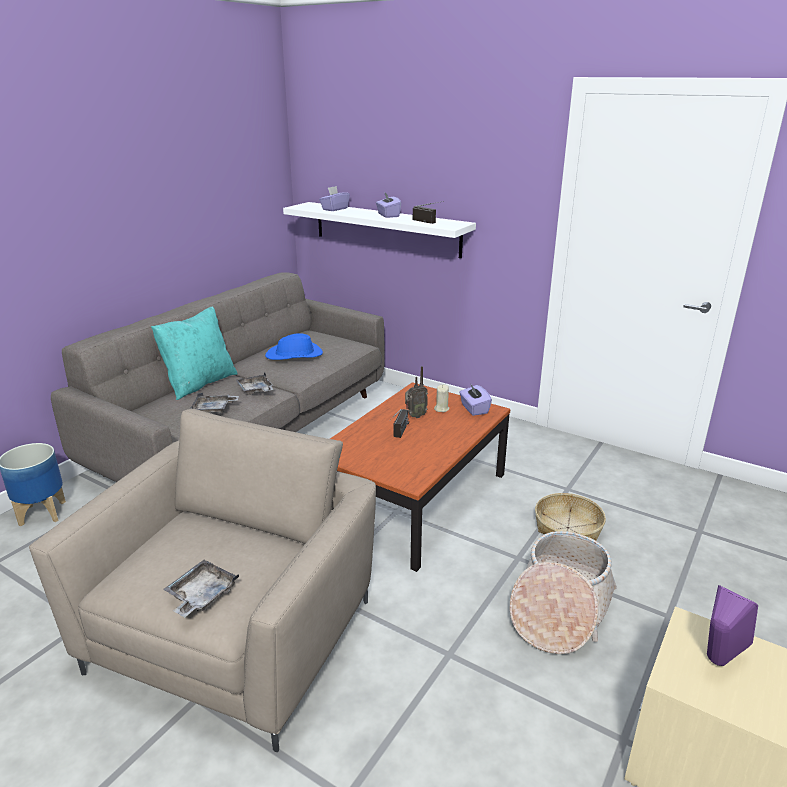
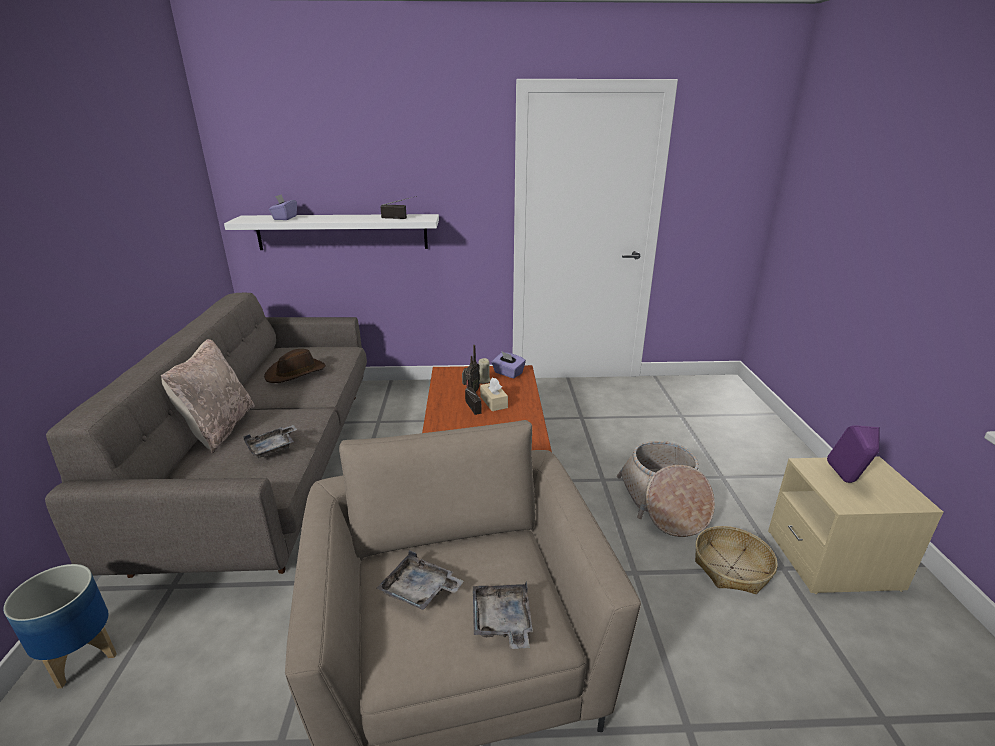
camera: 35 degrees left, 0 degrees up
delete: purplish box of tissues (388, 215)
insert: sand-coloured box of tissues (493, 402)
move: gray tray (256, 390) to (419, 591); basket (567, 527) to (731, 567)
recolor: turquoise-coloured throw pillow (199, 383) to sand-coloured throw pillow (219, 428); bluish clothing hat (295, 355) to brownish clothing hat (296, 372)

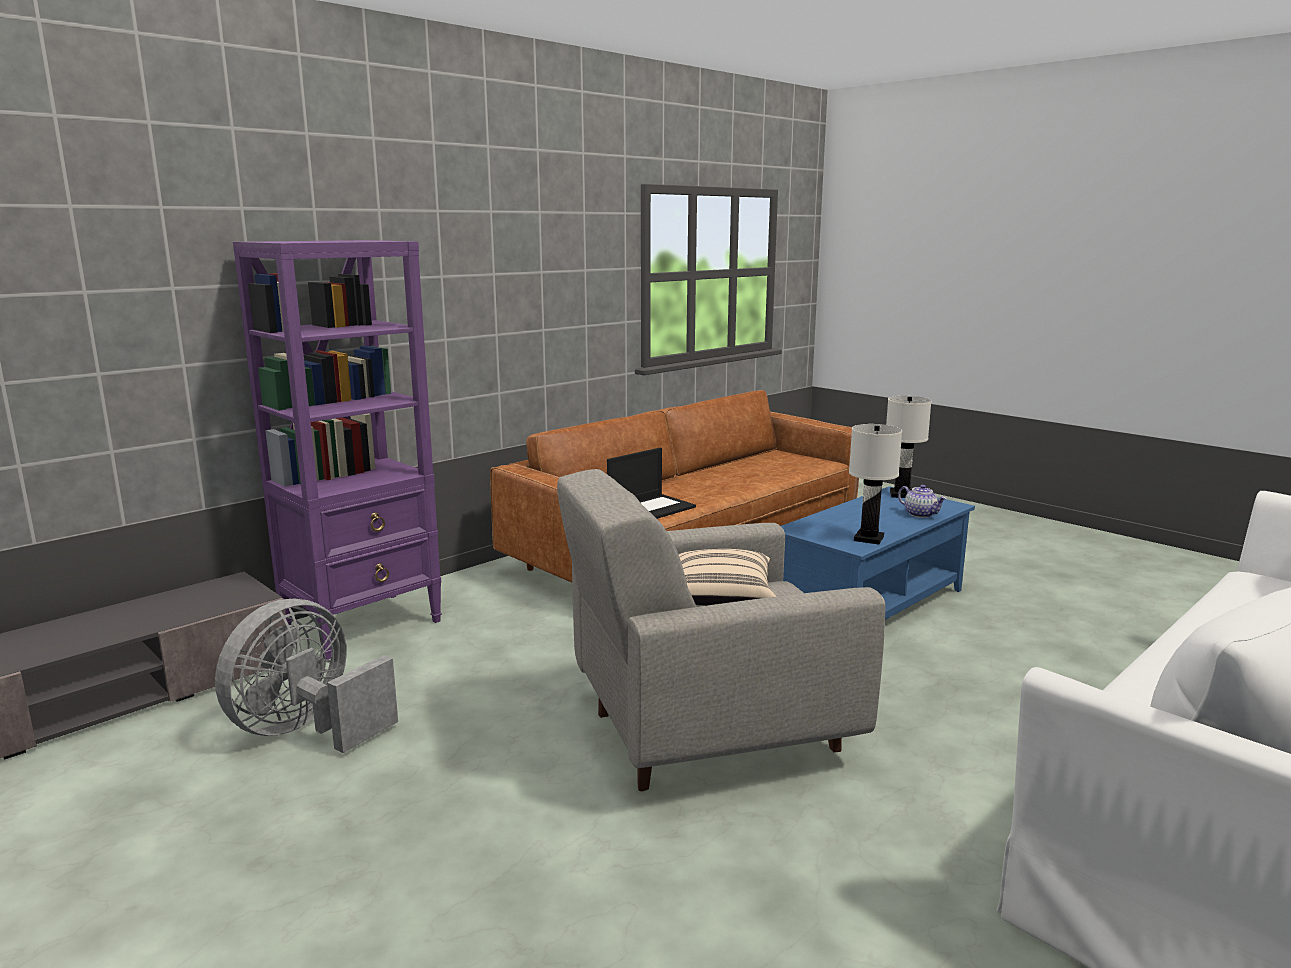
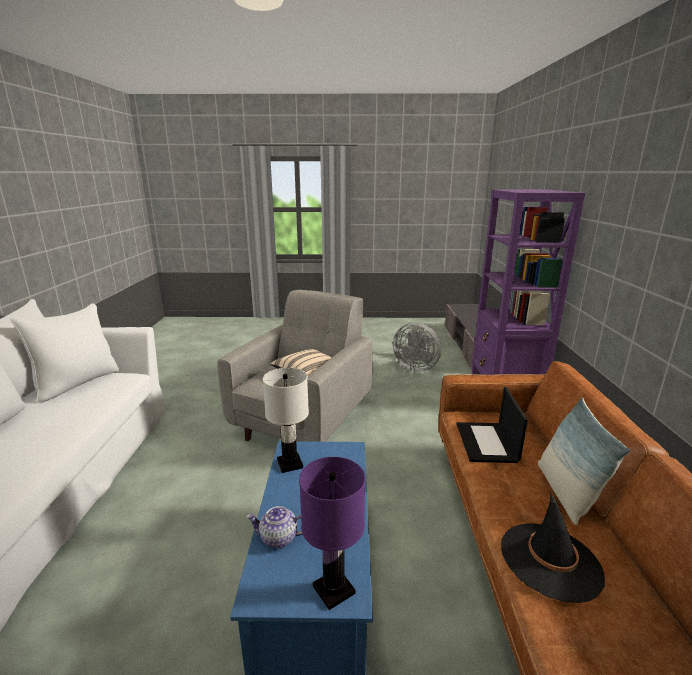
camera: 135 degrees right, 5 degrees up
insert: black clothing hat (550, 560); throw pillow (566, 493)
recolor: white tabletop lamp (901, 494) to purplish tabletop lamp (334, 590)
rotate: gray electric fan (307, 730) = (416, 367) 135 degrees clockwise

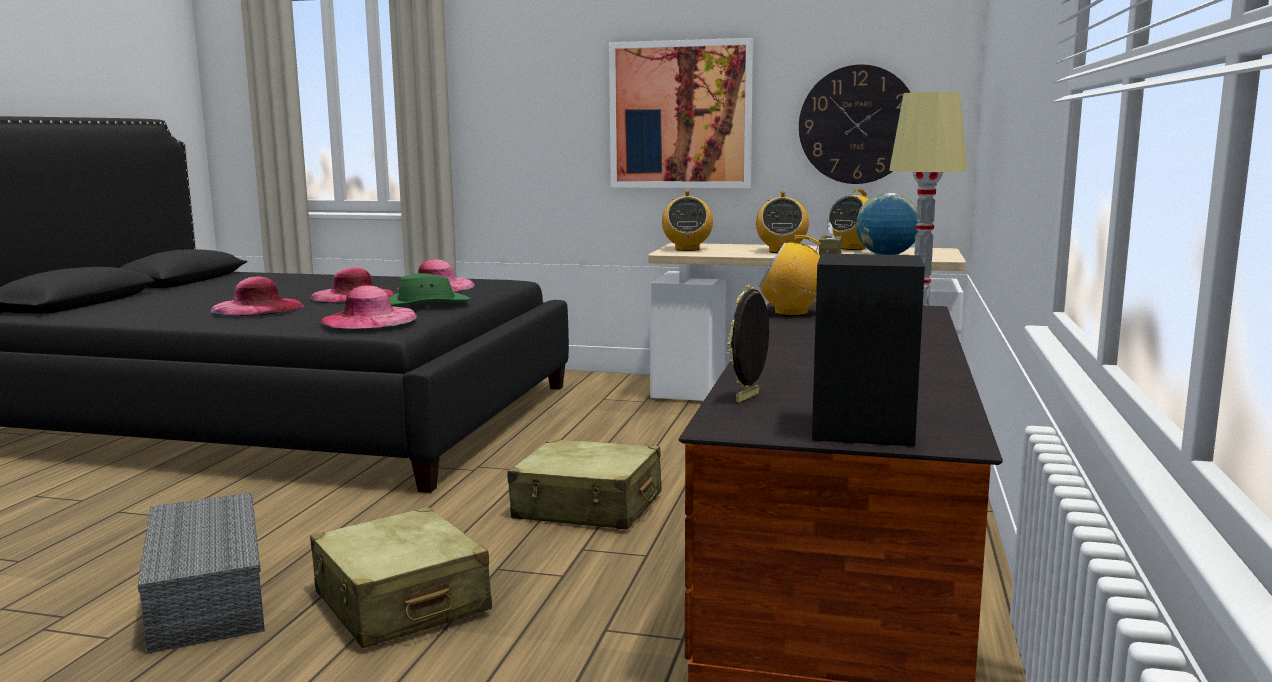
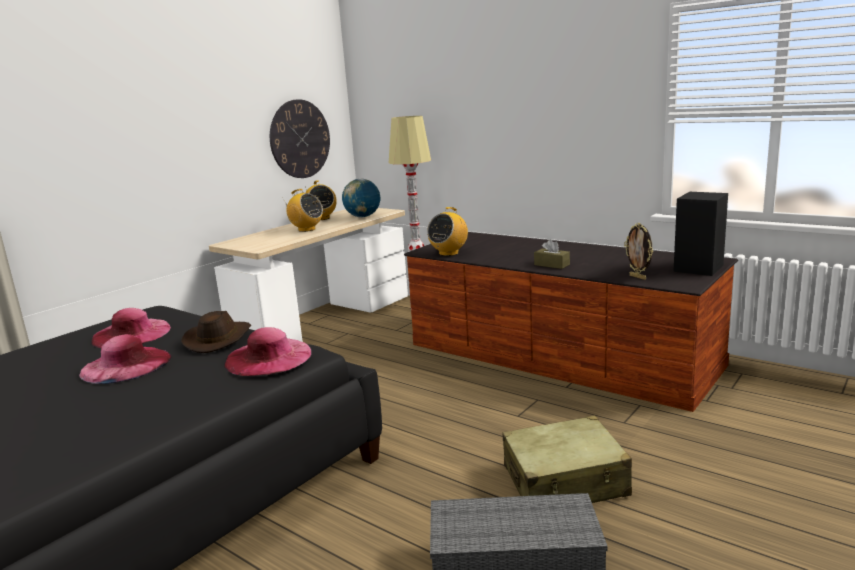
camera: 65 degrees left, 5 degrees up
delete: pink-coloured clothing hat (257, 308); sand-coloured piece of luggage (588, 507); wall picture (680, 115); radio (687, 249)
move: brownish box of tissues (830, 254) to (551, 265)
recolor: green clothing hat (426, 304) to brownish clothing hat (218, 339)

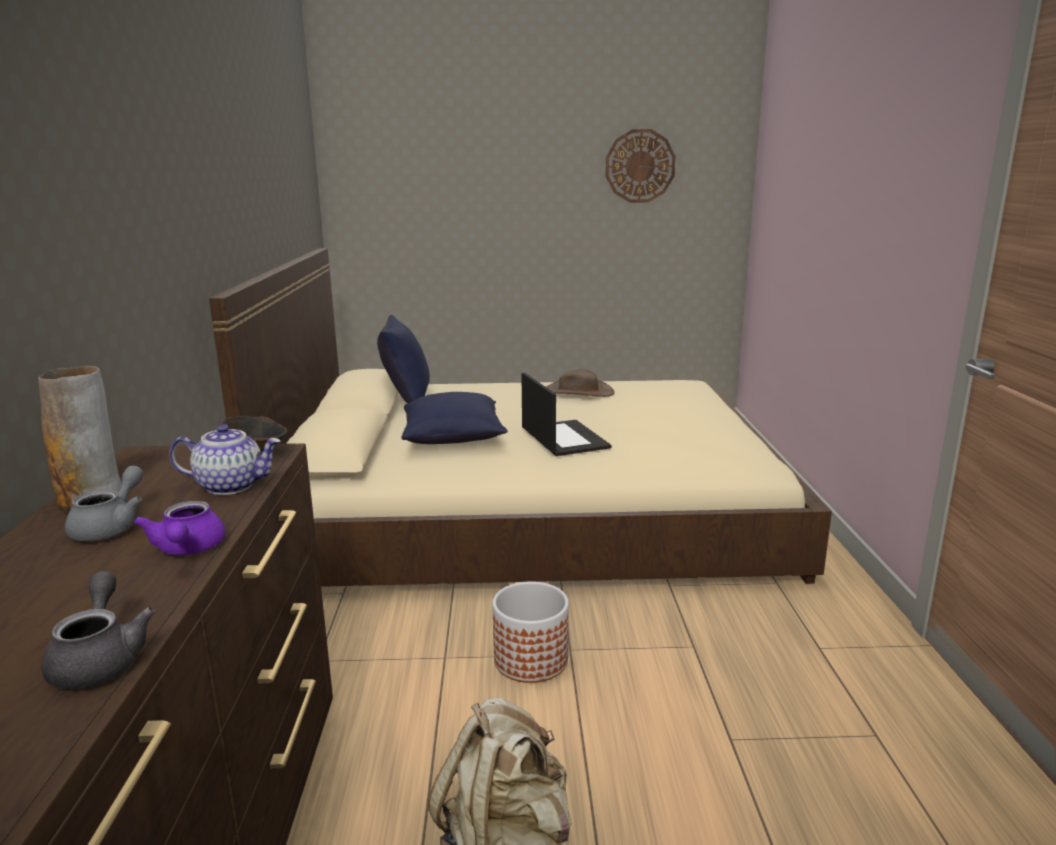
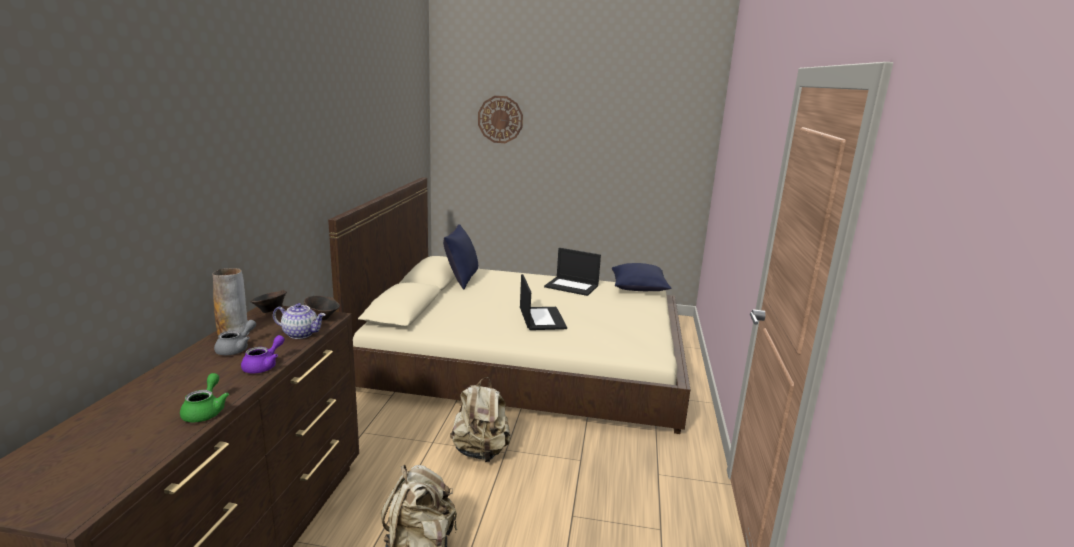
camera: 10 degrees right, 0 degrees up
insert: brownish serving bowl (270, 311)
move: bluish throw pillow (453, 439) to (639, 289); hanging clock (640, 166) to (500, 119)
replace: flower pot (531, 660) to sand-coloured rucksack (481, 452); brownish clothing hat (578, 392) to portable computer (572, 286)
recolor: gray teapot (101, 658) to green teapot (206, 411)
rotate: purplish teapot (188, 550) = (264, 366) 150 degrees counterclockwise

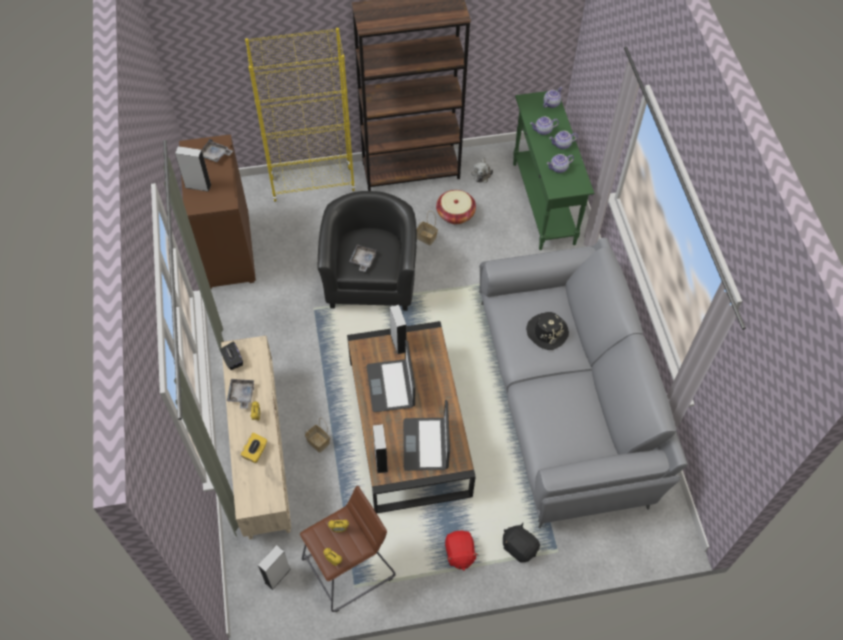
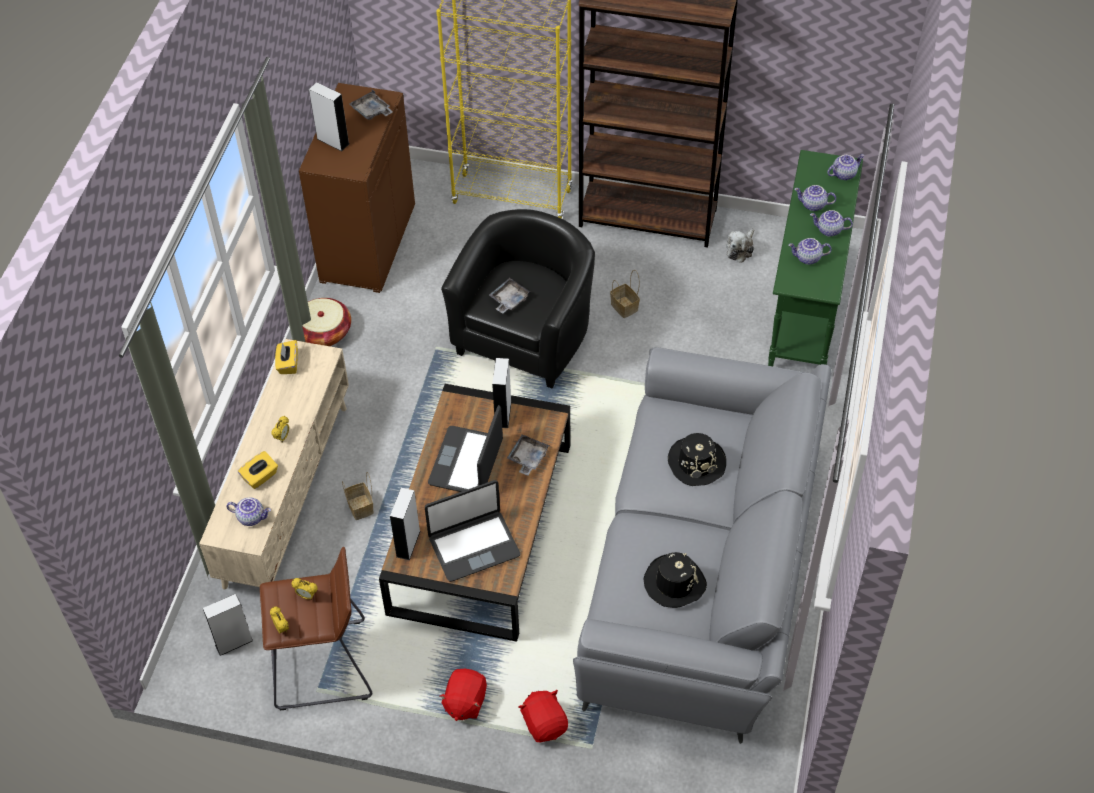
camera: 25 degrees right, 5 degrees down
insert: teapot (251, 517); black clothing hat (674, 582)
move: gray tray (241, 395) to (527, 458); basket (455, 214) to (324, 332)
recolor: black box of tissues (233, 360) to yellow box of tissues (288, 364); black soft toy (519, 547) to red-coloured soft toy (545, 723)
rotate: portable computer (426, 444) = (473, 546) 135 degrees counterclockwise

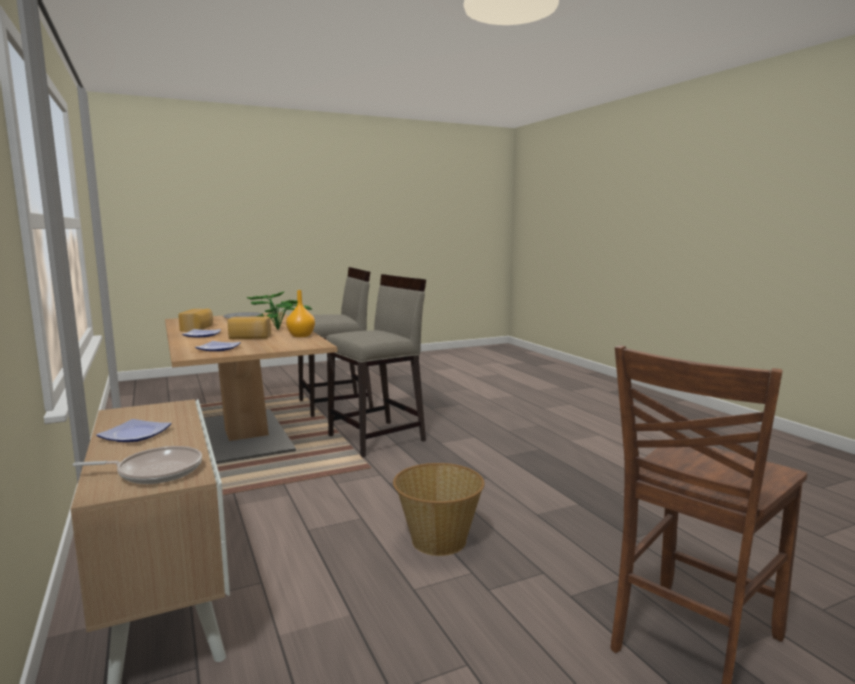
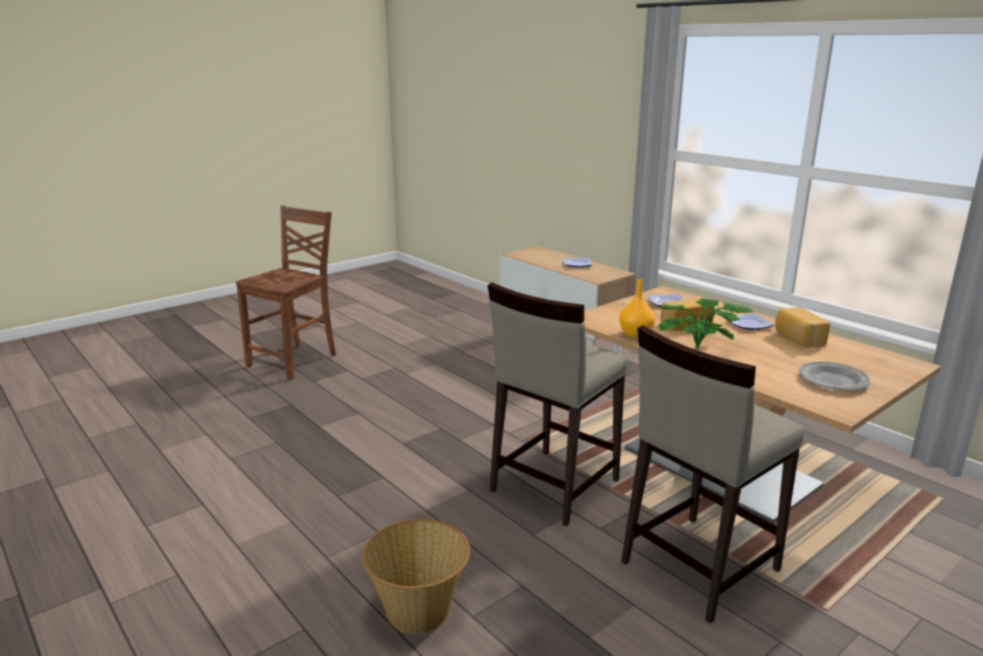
camera: 165 degrees right, 10 degrees up
delete: frying pan (155, 471)
move: basket (438, 540) to (419, 611)

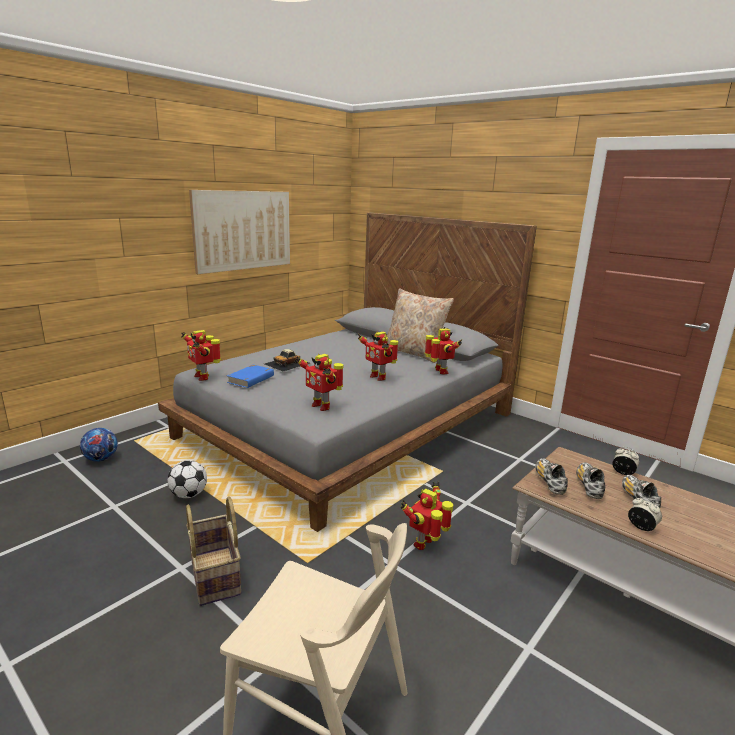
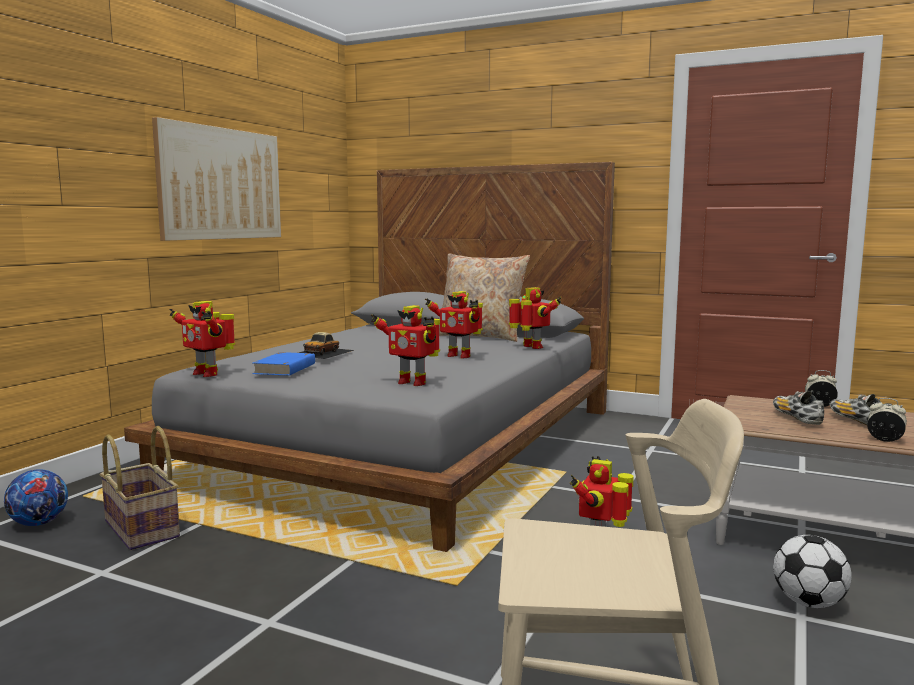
camera: 15 degrees left, 10 degrees down
delete: shoe (549, 482)
move: football ball (189, 495) to (808, 603); basket (216, 575) to (143, 529)

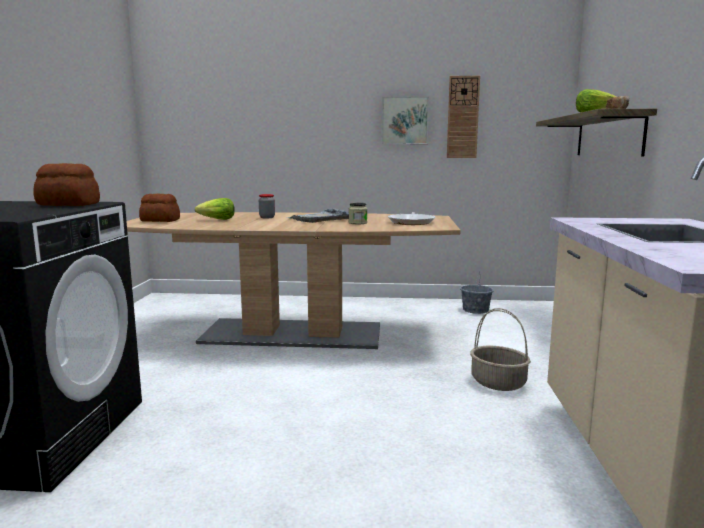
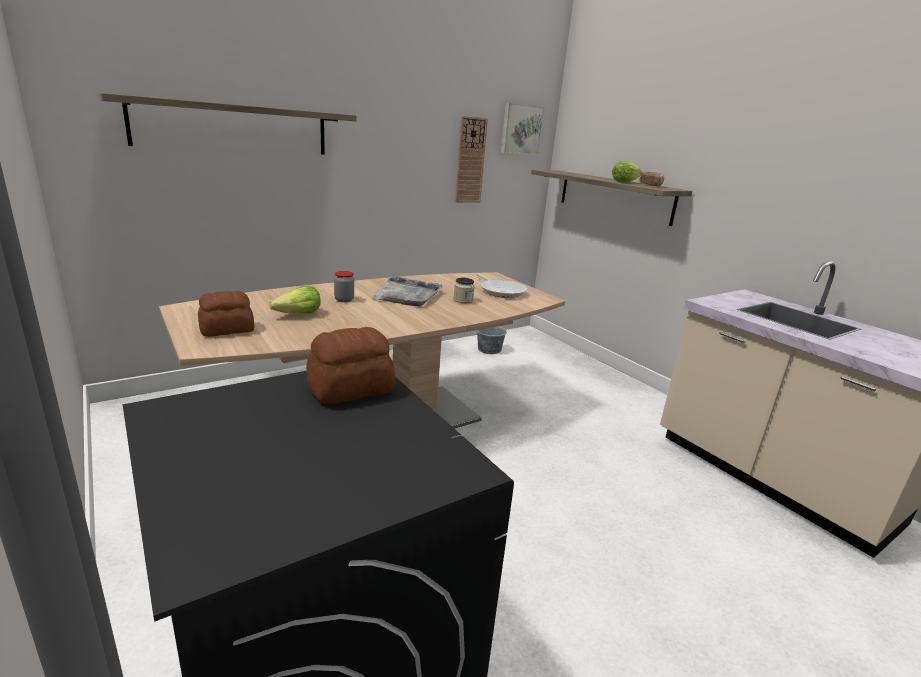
camera: 40 degrees left, 10 degrees up
delete: basket (498, 382)
insert: wall shelf (233, 128)
move: wall picture (404, 120) to (520, 129)

